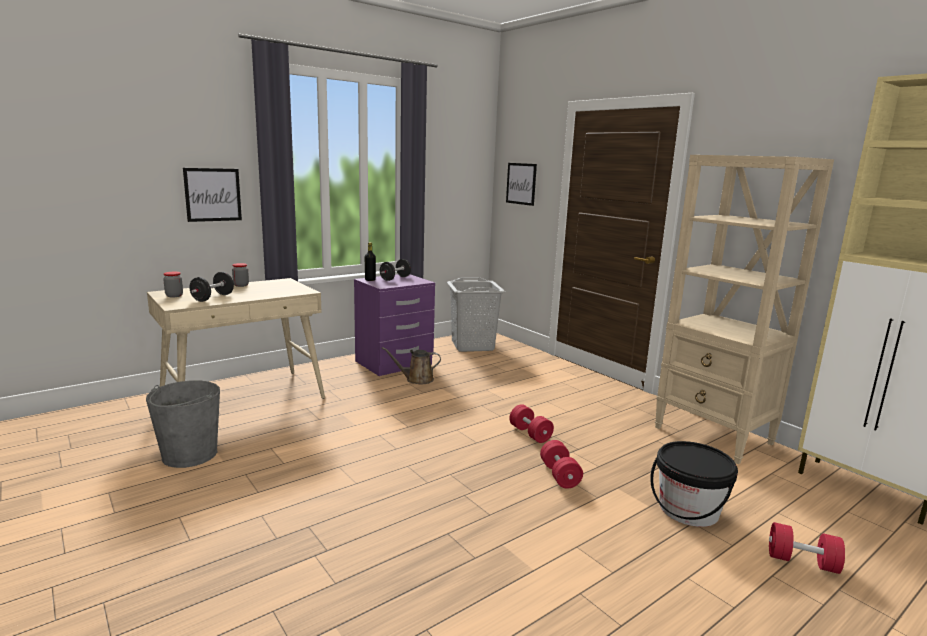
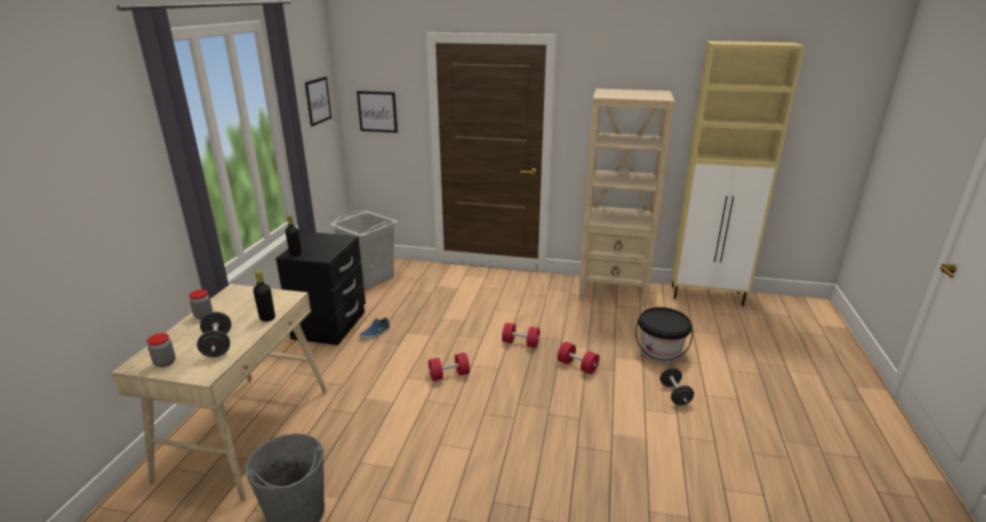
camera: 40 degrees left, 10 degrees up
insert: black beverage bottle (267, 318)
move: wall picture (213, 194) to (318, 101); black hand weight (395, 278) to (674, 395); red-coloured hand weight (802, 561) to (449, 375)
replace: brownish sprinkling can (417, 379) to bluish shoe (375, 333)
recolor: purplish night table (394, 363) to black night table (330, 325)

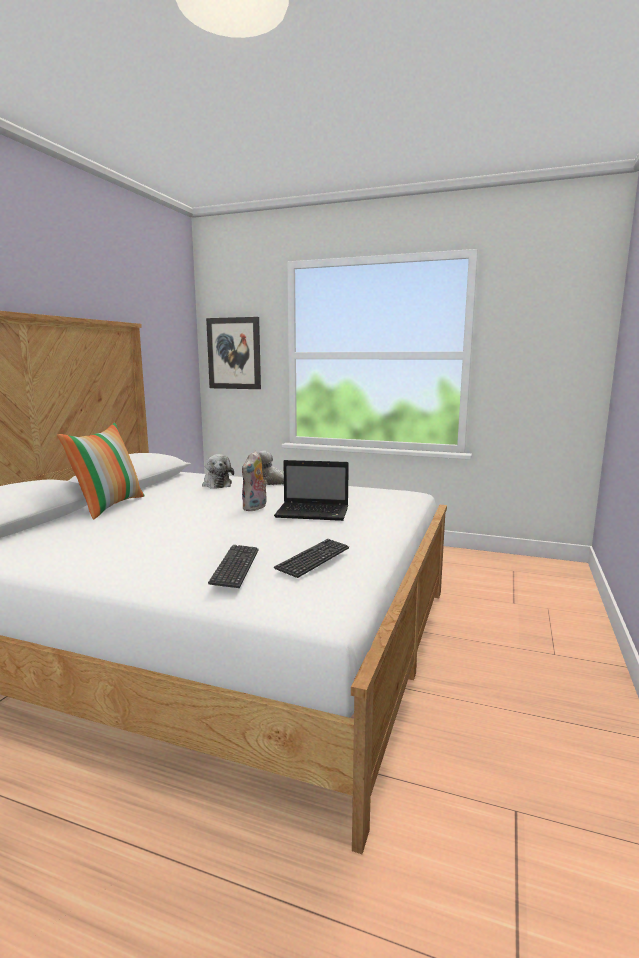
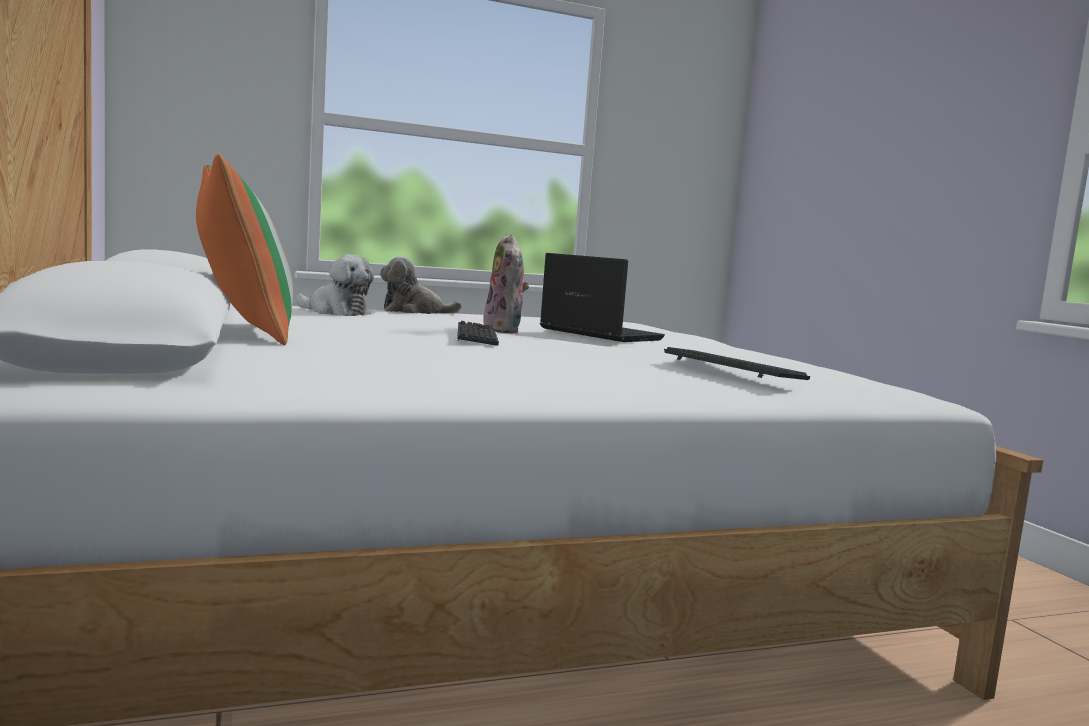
camera: 40 degrees left, 5 degrees down
delete: wall picture (234, 353)
move: computer keyboard (313, 559) to (476, 336)
rotate: portable computer (314, 513) = (597, 334) 105 degrees counterclockwise

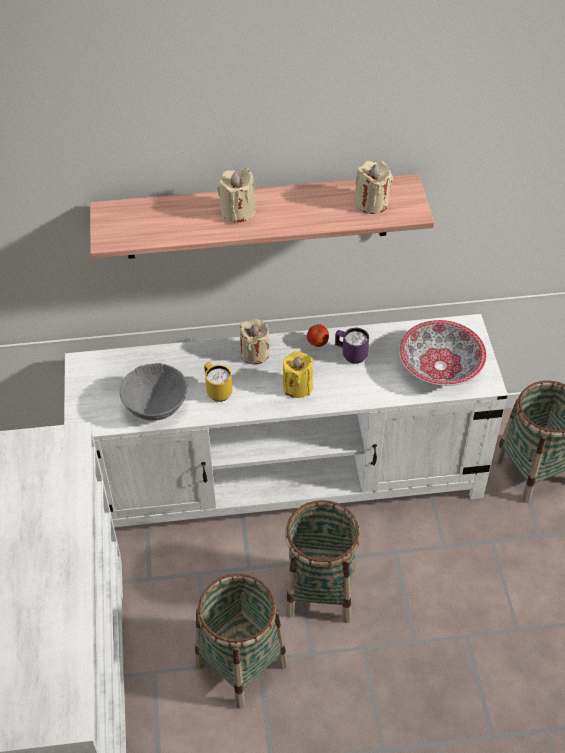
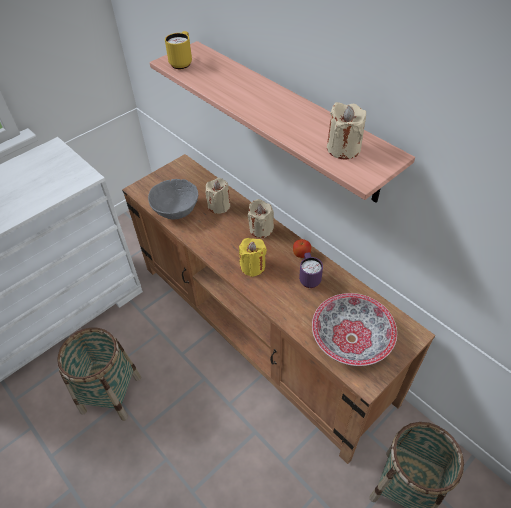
camera: 55 degrees right, 0 degrees up
delete: basket (320, 591)
move: yellow mug (217, 391) to (182, 63); sand-coloured candle (238, 211) to (219, 206)
recolor: white tv stand (285, 477) to brownish tv stand (261, 331)

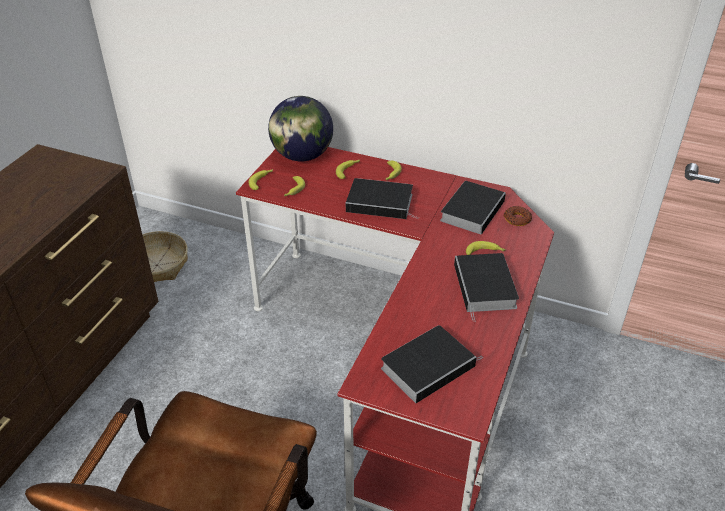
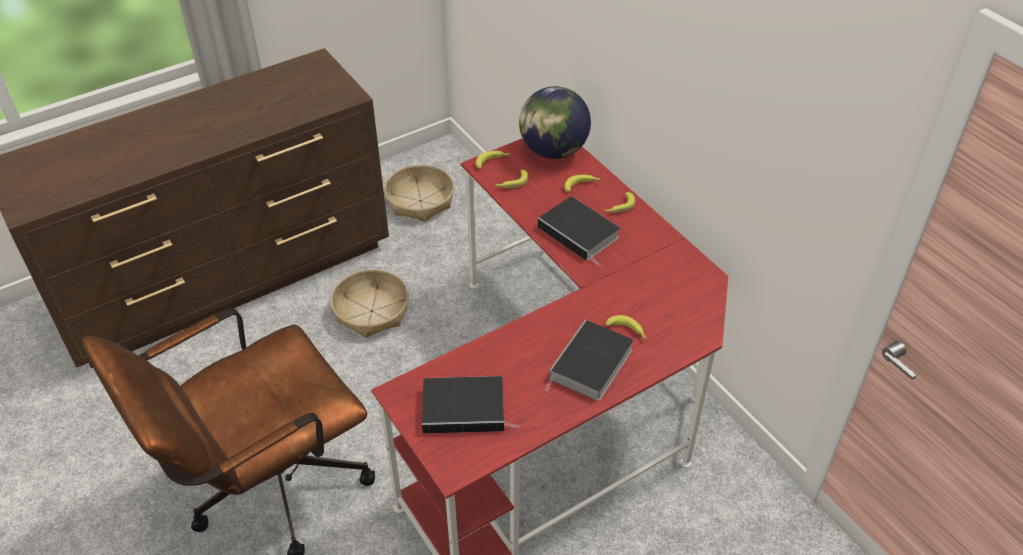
camera: 35 degrees right, 5 degrees up
delete: book (472, 209); donut (517, 219)
insert: basket (371, 311)

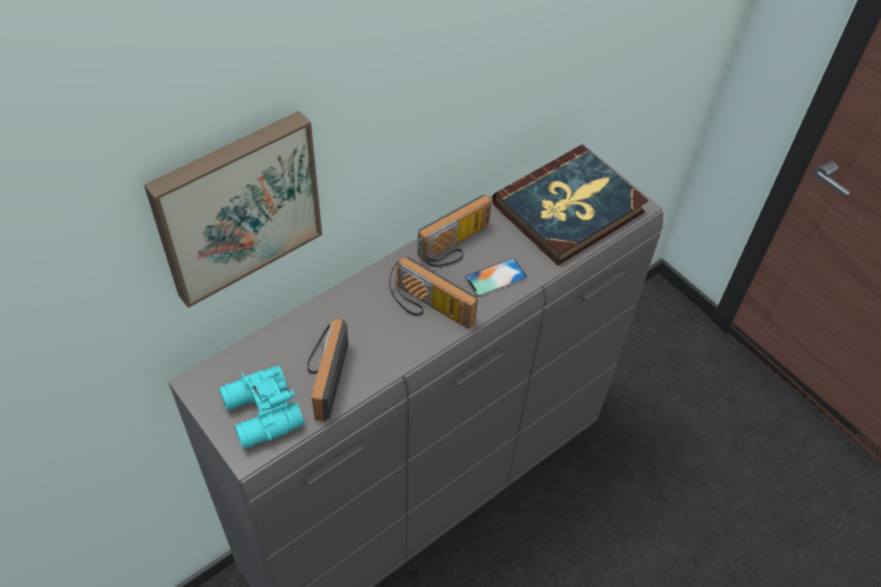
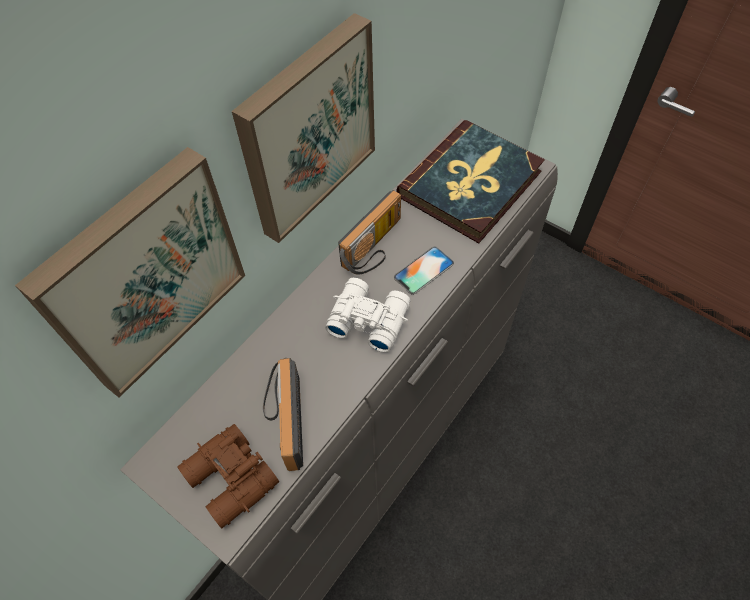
camera: 10 degrees left, 5 degrees up
insert: wall picture (306, 129)
replace: radio (428, 308) to white binoculars (367, 318)
recolor: turquoise-coloured binoculars (261, 415) to brownish binoculars (230, 481)

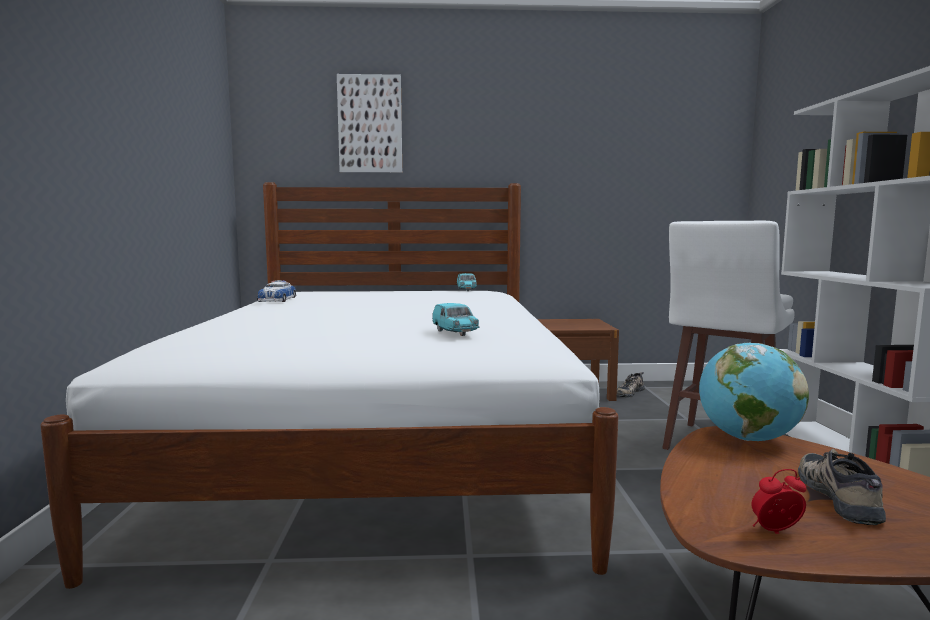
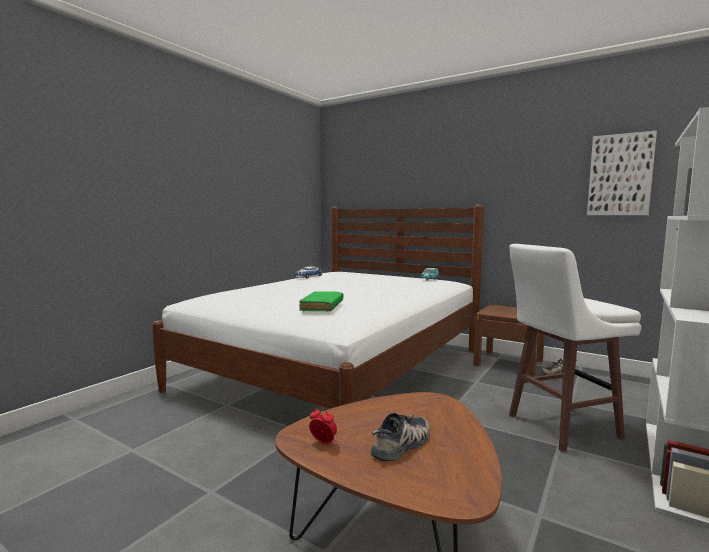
camera: 35 degrees right, 0 degrees up
delete: world globe (747, 439)
move: wall picture (370, 124) to (620, 175)
replace: turquoise-coloured model car (455, 332) to green book (322, 307)

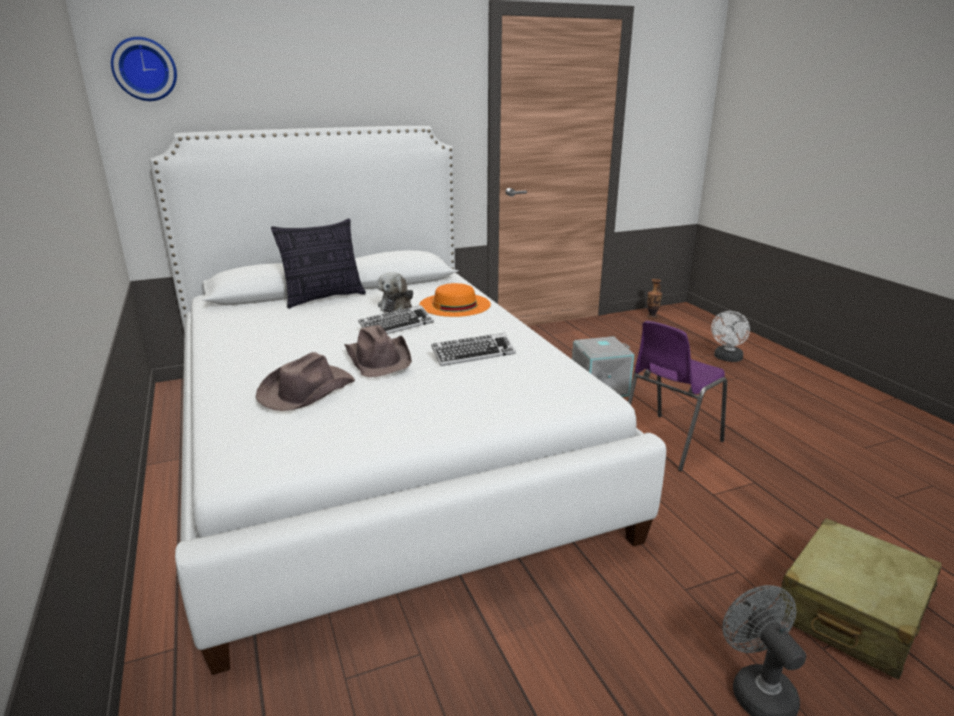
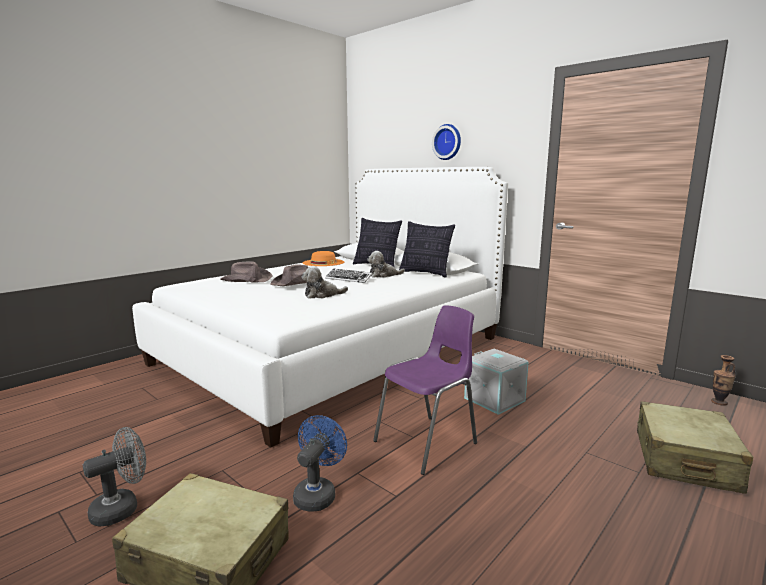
camera: 65 degrees right, 10 degrees down
insert: bluish electric fan (317, 493); throw pillow (425, 273)
move: hanging clock (144, 69) to (448, 142); orange clothing hat (455, 304) to (323, 262)
replace: computer keyboard (473, 354) to soft toy (322, 295); white electric fan (727, 359) to sand-coloured piece of luggage (684, 460)
rotate: purplish upright chair (668, 443) = (428, 442) 120 degrees clockwise

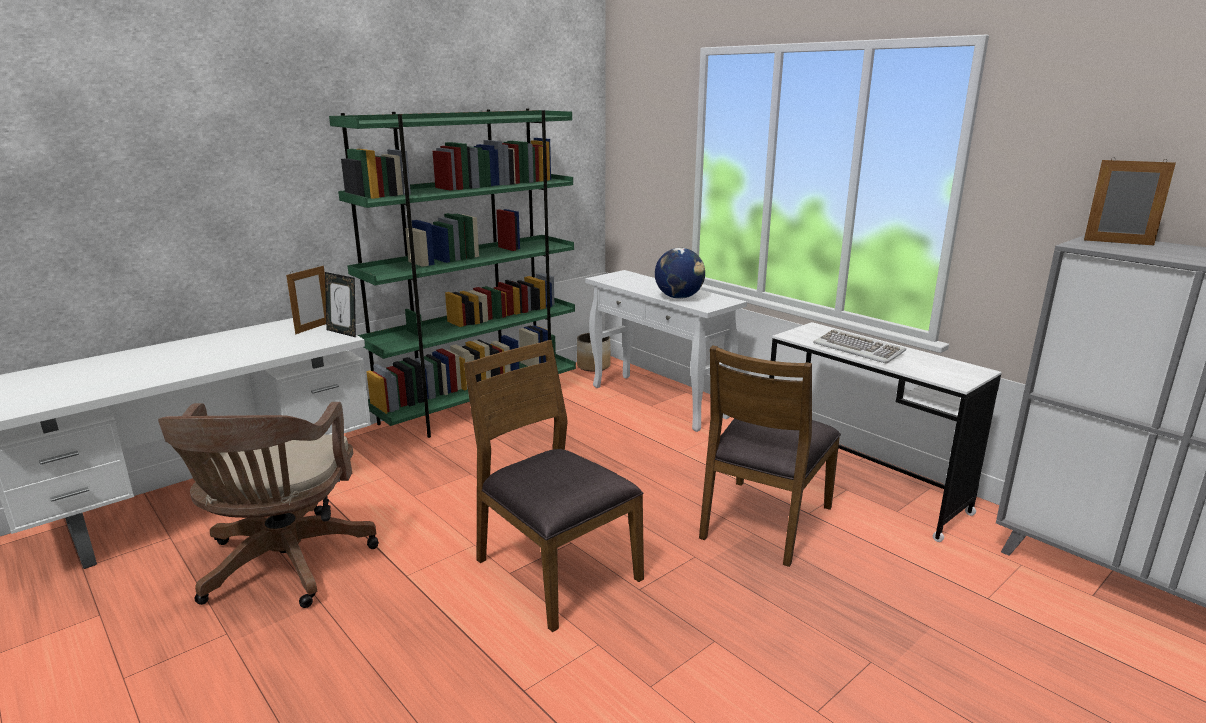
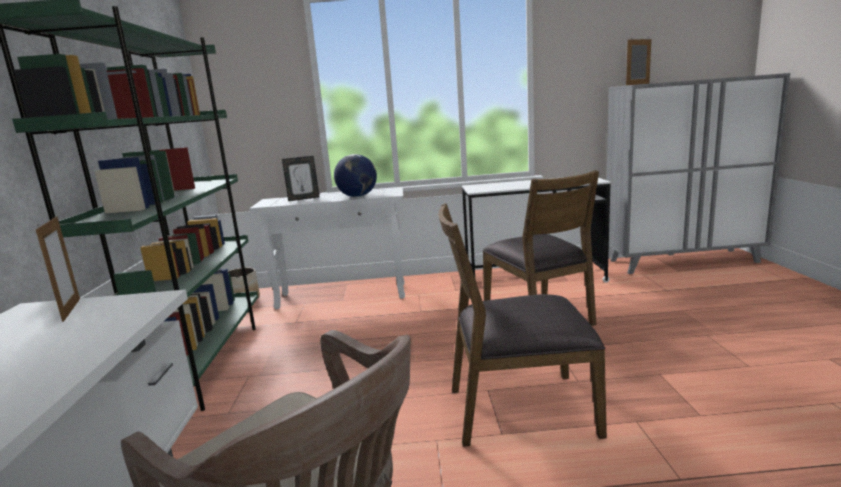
camera: 50 degrees left, 5 degrees down
delete: computer keyboard (859, 349)
move: standing frame (343, 332) to (303, 199)

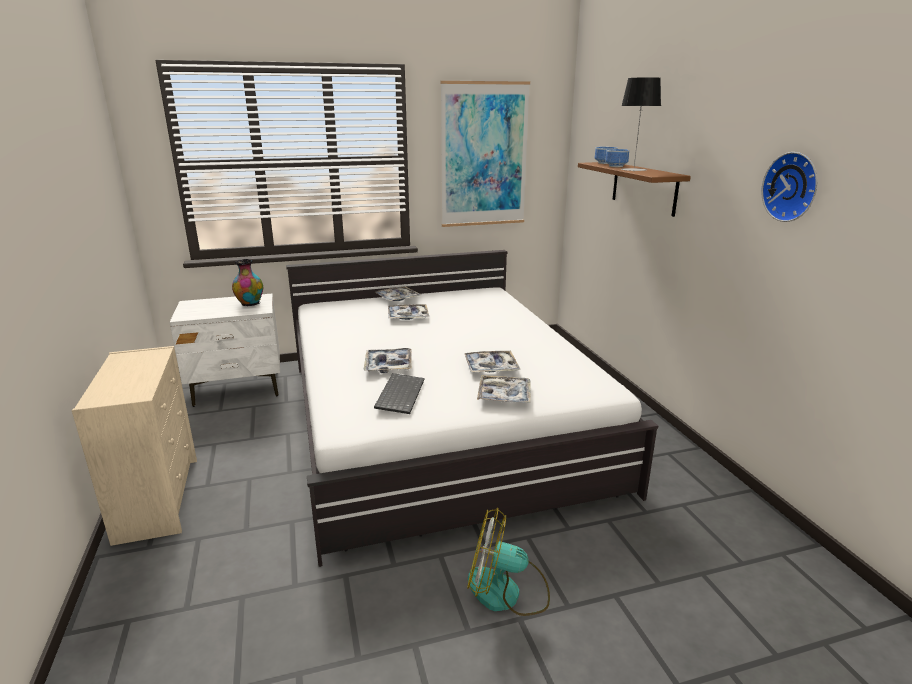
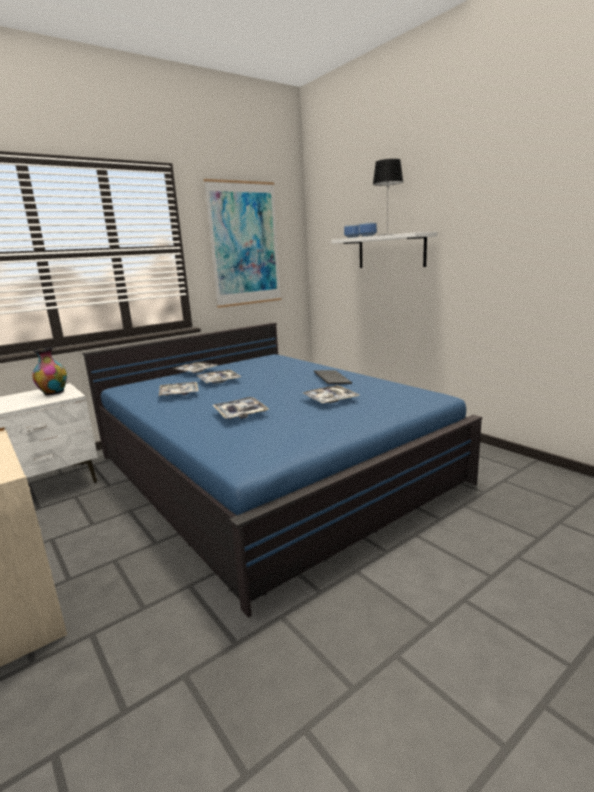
camera: 20 degrees left, 5 degrees down
delete: electric fan (506, 592); hanging clock (792, 187)
move: computer keyboard (399, 394) to (330, 378); tray (504, 395) to (179, 394)
recolor: white bed (438, 421) to bluish bed (269, 468); brownish wall shelf (643, 187) to white wall shelf (391, 251)

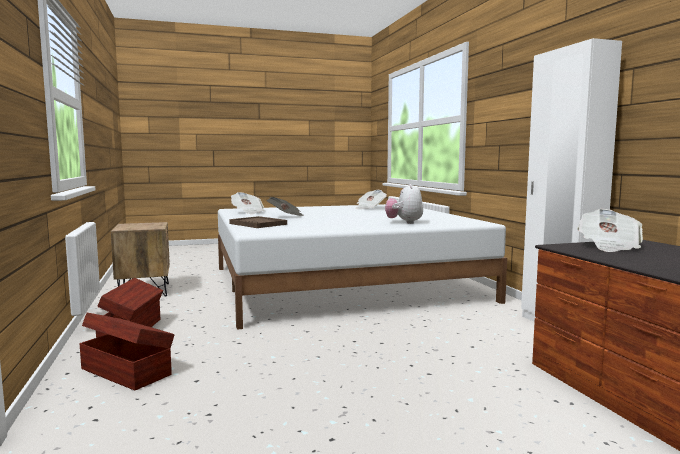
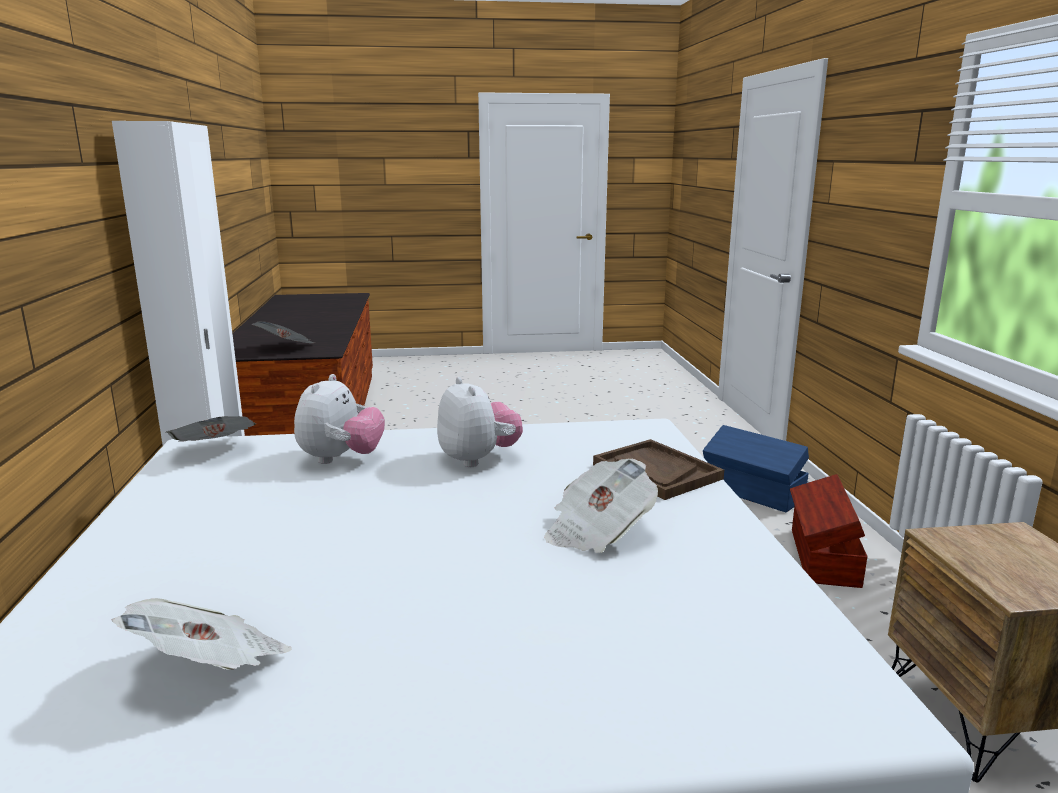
camera: 170 degrees left, 10 degrees up
insert: soft toy (478, 459)
move: daily paper (247, 212) to (215, 451)
recolor: brownish storage box (126, 371) to bluish storage box (753, 493)

